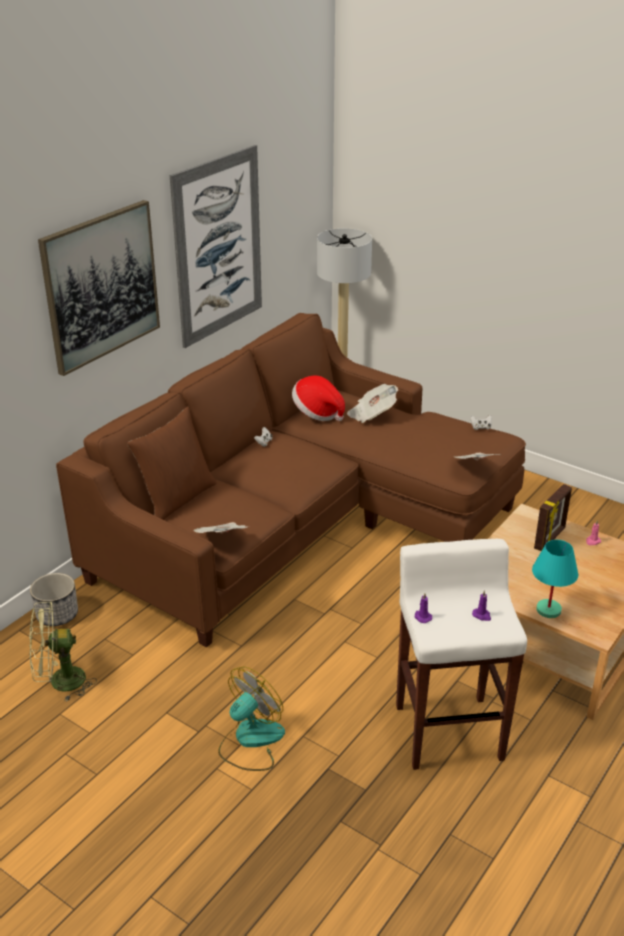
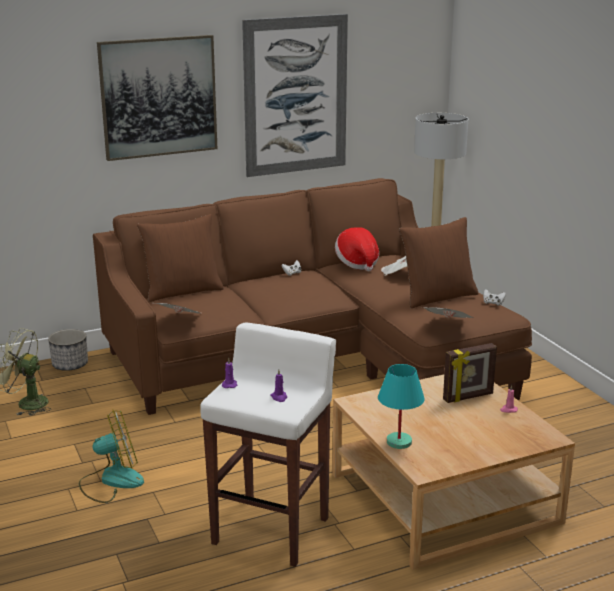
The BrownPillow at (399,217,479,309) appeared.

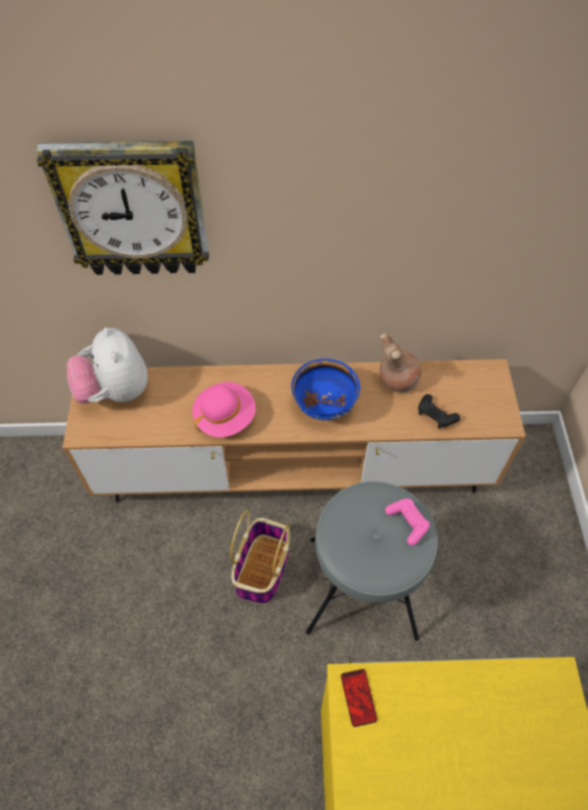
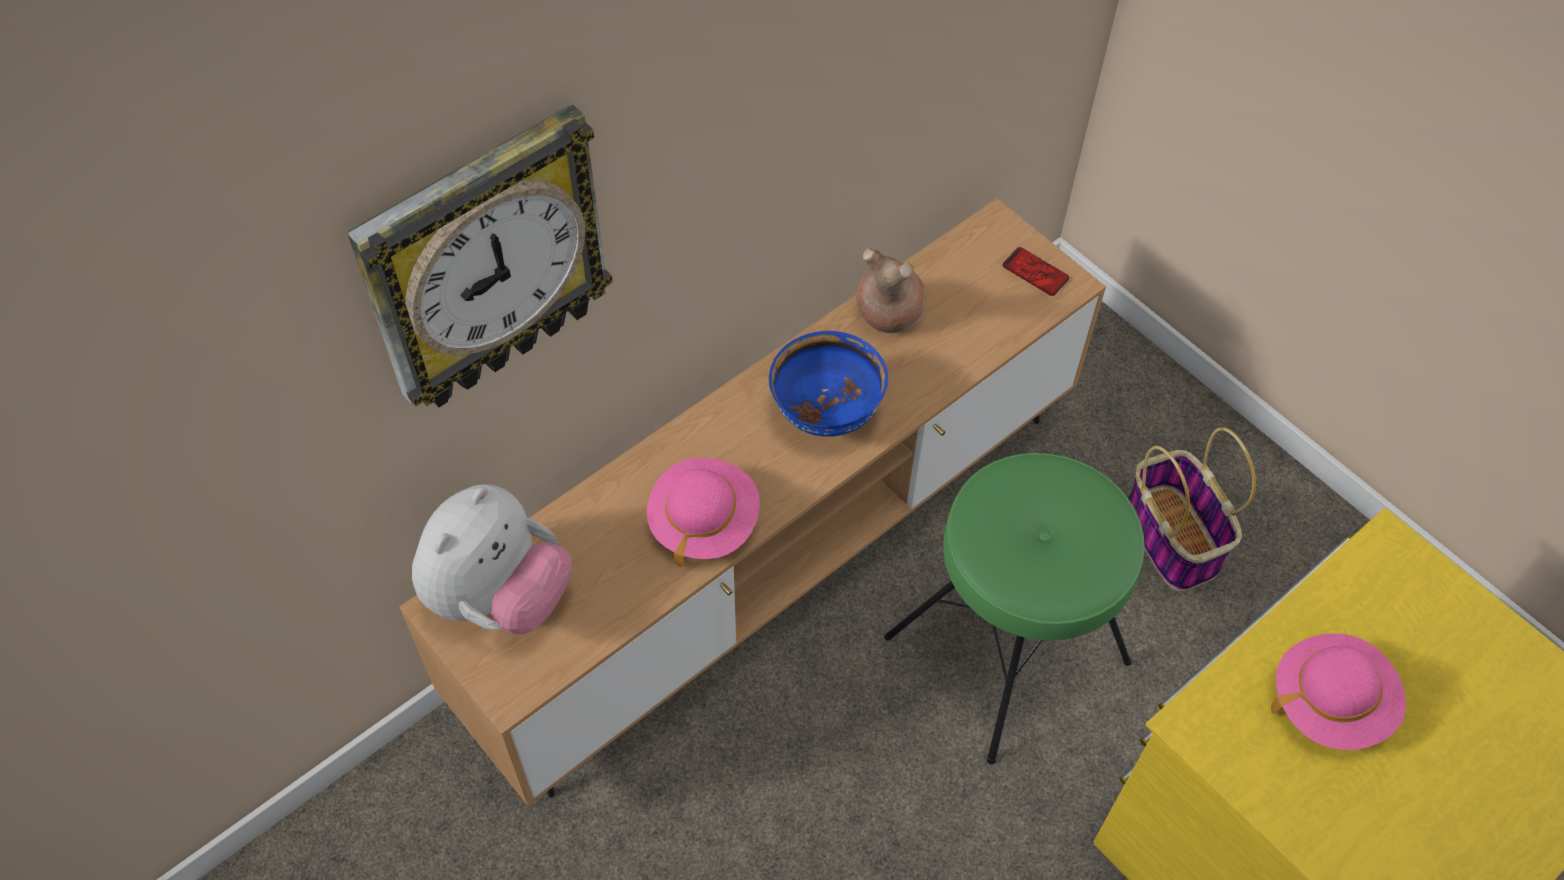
The PlushToy at (67,327,148,404) turned 90 degrees counterclockwise. The BlackGameController at (418,394,460,429) disappeared. The GreyStool at (306,481,438,641) became the GreenStool at (884,453,1145,764). The PinkGameController at (385,498,430,546) disappeared. The Basket moved from (230,510,290,604) to (1128,427,1256,591). The Phone moved from (341,669,377,727) to (1003,247,1069,296). The PinkHat at (1271,633,1406,750) appeared.

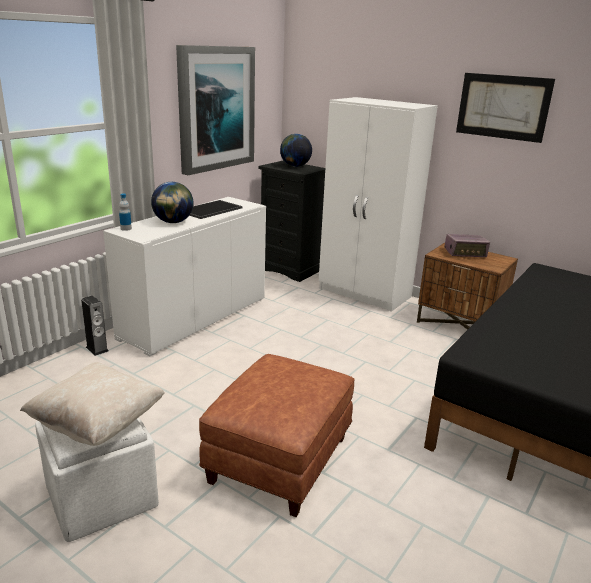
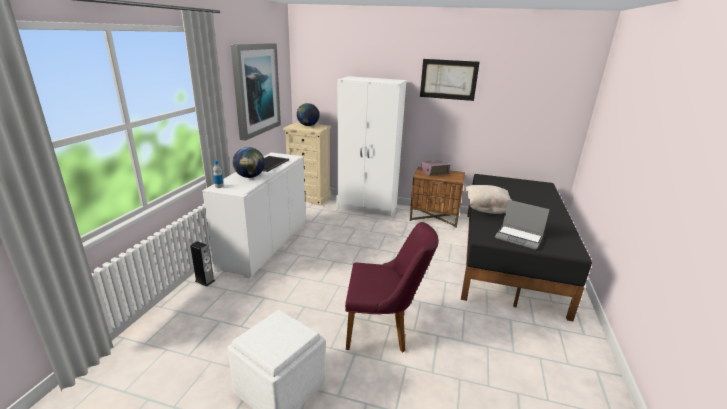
The BlackDresser at (259,160,325,282) became the BeigeDresser at (283,122,331,205). The BrownOttoman at (199,354,355,517) was replaced by the PurpleChair at (345,222,439,352). The BeigePillow moved from (20,362,165,446) to (465,185,511,214). The Laptop at (495,200,550,250) appeared.

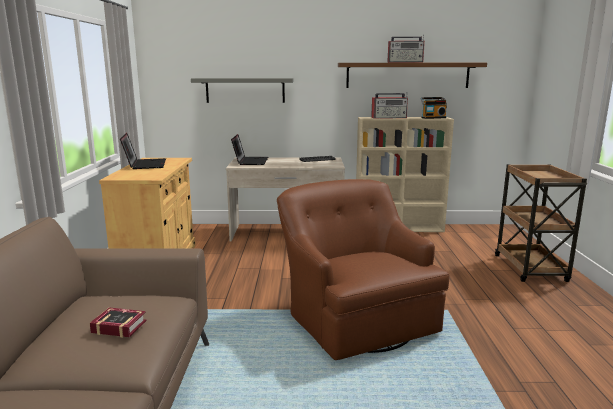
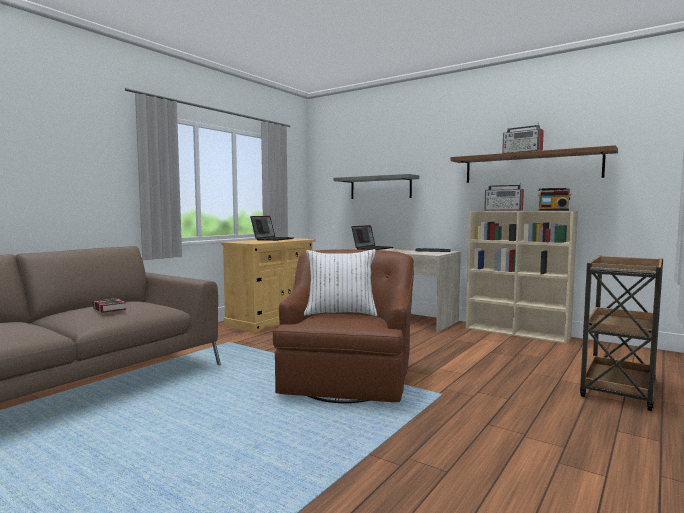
The WhitePillow at (304,249,377,316) appeared.

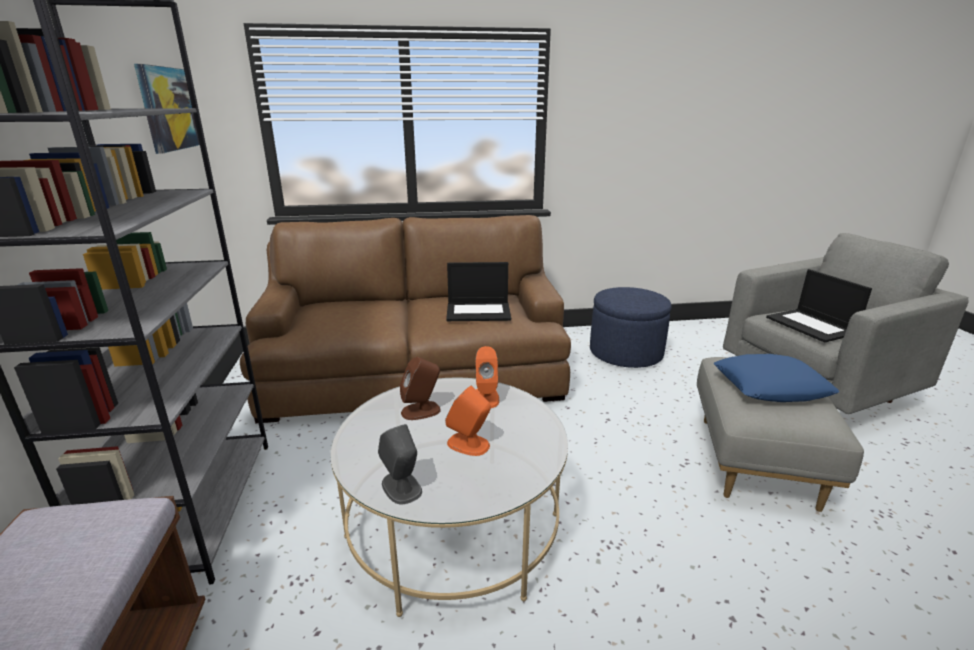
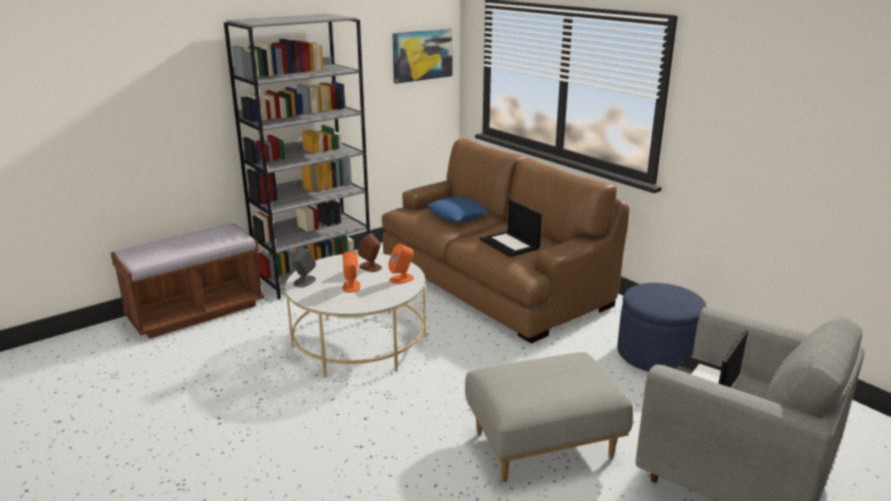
The BluePillow moved from (714,354,839,402) to (427,197,489,222).

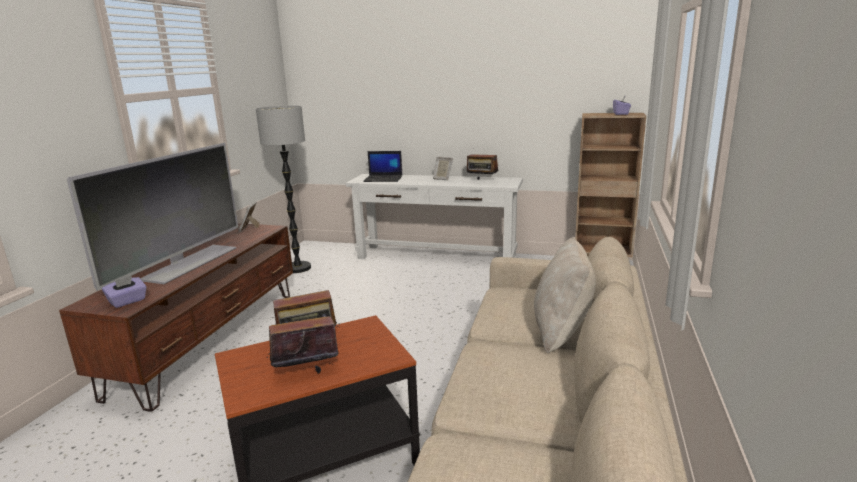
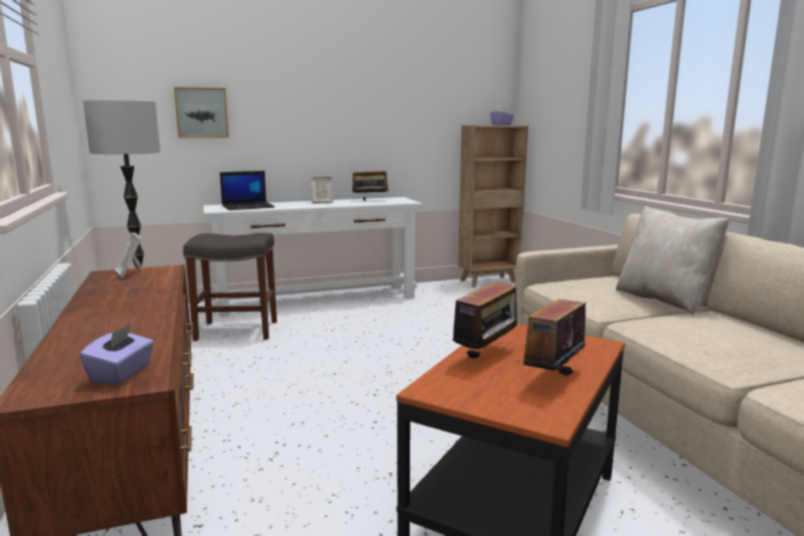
The Television at (67,143,238,291) disappeared. The Picture at (174,87,229,138) appeared. The GreyStool at (183,233,277,341) appeared.

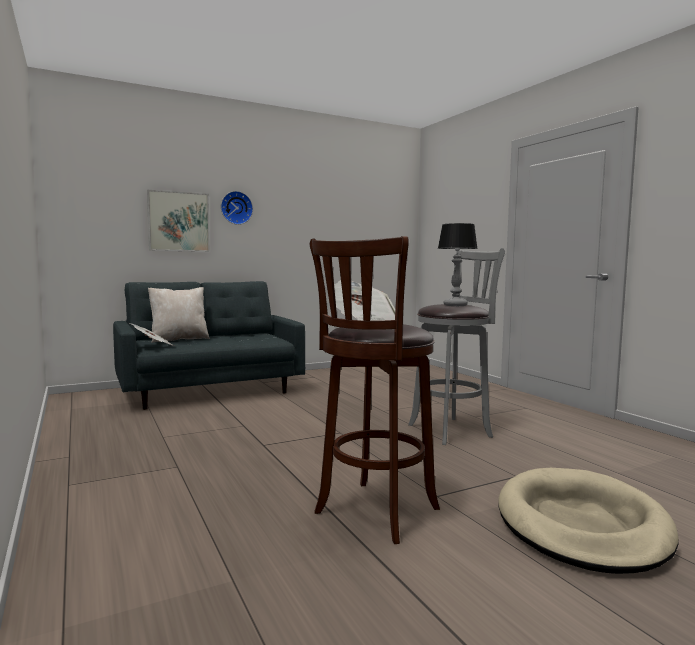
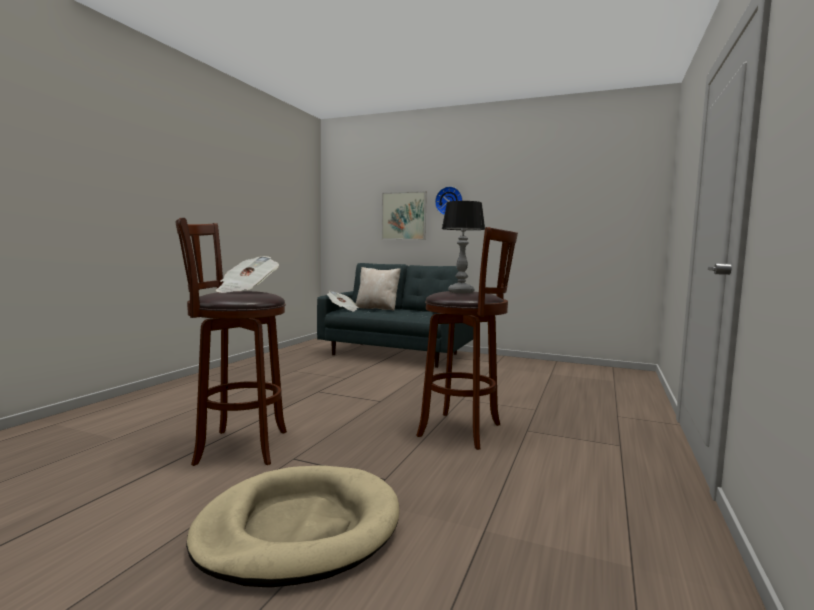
The GreyStool at (408,248,505,445) became the BrownStool at (416,227,518,450).

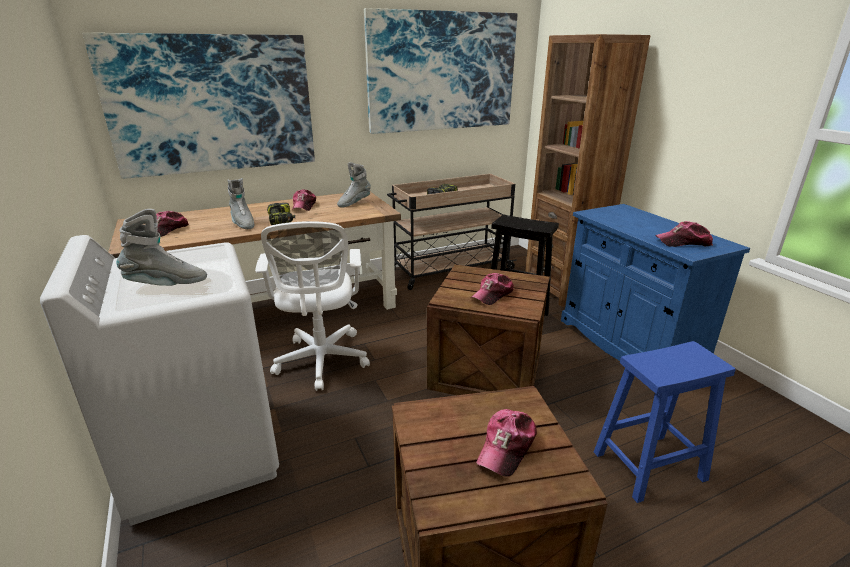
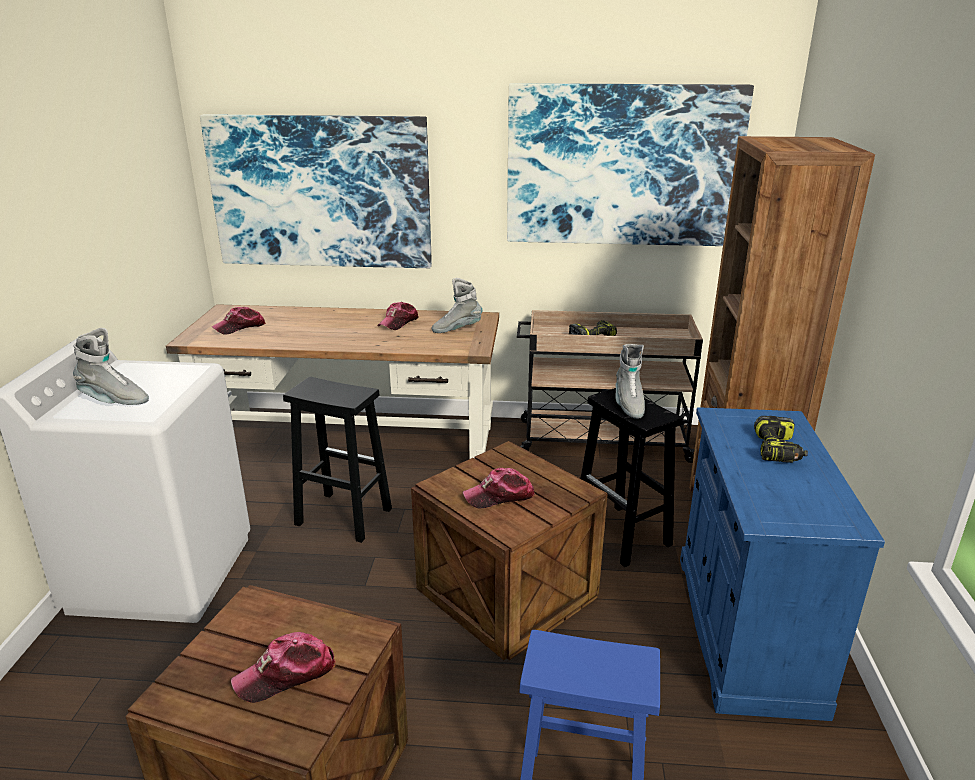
The GreyBoot moved from (227,178,254,229) to (615,344,645,419). The PowerDrill moved from (267,203,295,225) to (754,416,808,463). The WhiteOfficeChair at (255,221,370,391) was replaced by the BlackStool at (283,377,392,543). The Cap at (655,221,713,247) disappeared.

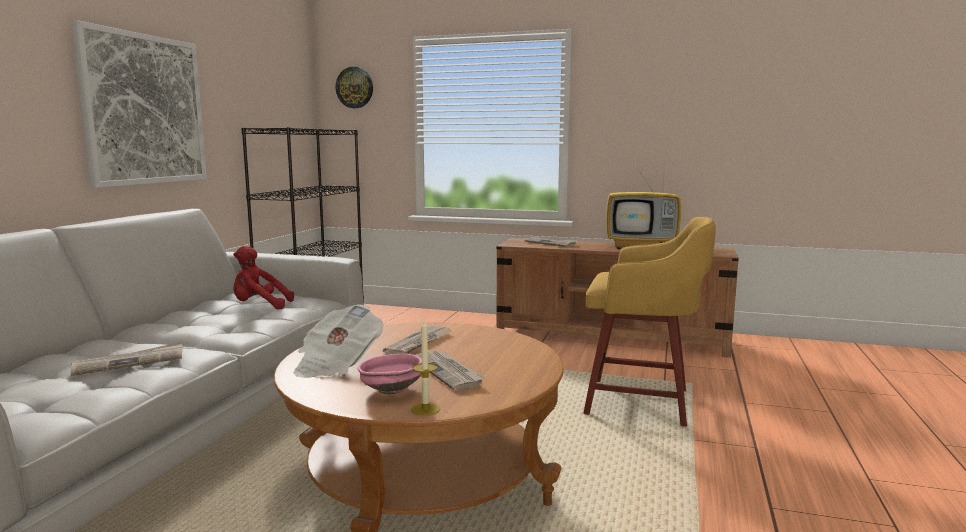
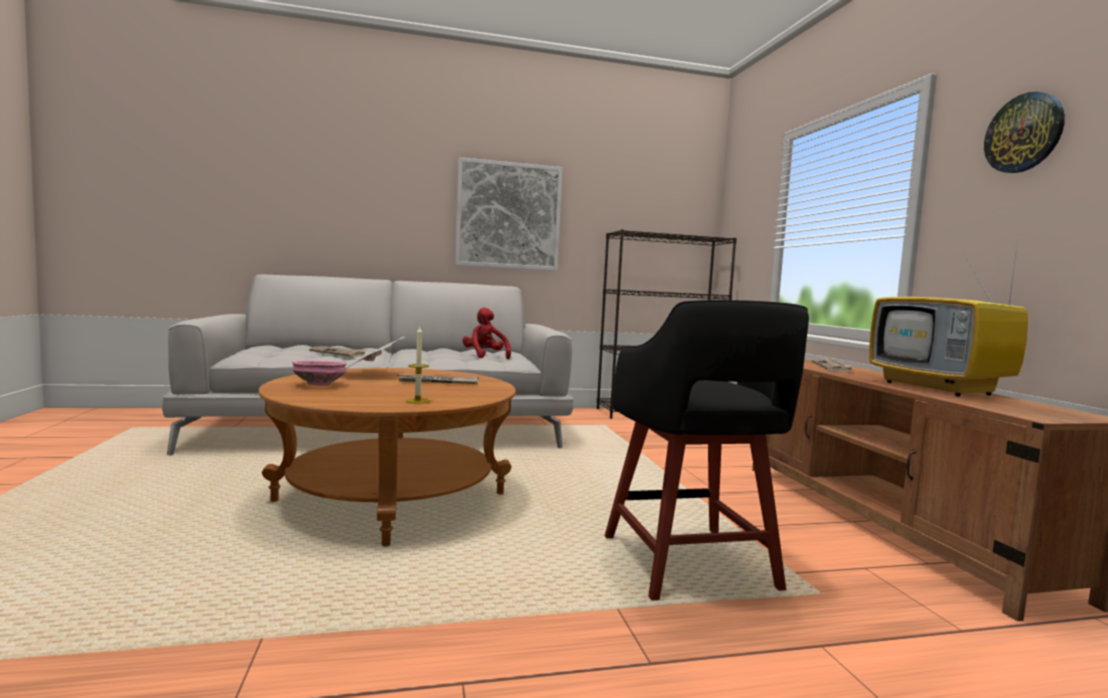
The WallClock moved from (336,67,373,108) to (984,92,1065,173). The YellowStool at (583,217,716,427) became the BlackStool at (605,300,809,600). The Candle moved from (411,320,440,416) to (406,327,430,403). The Newspaper at (416,351,485,391) disappeared.

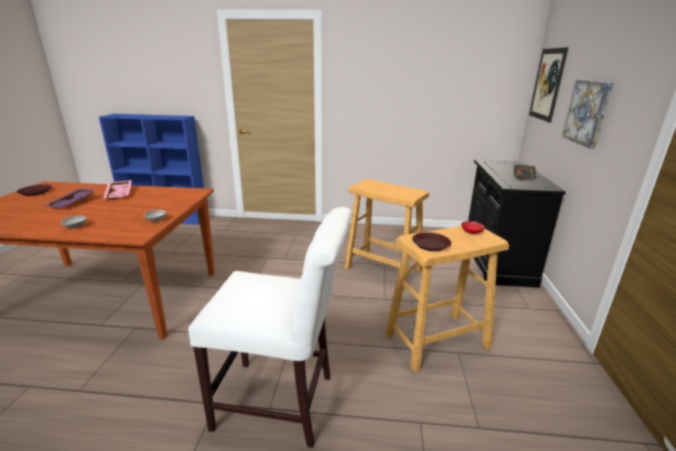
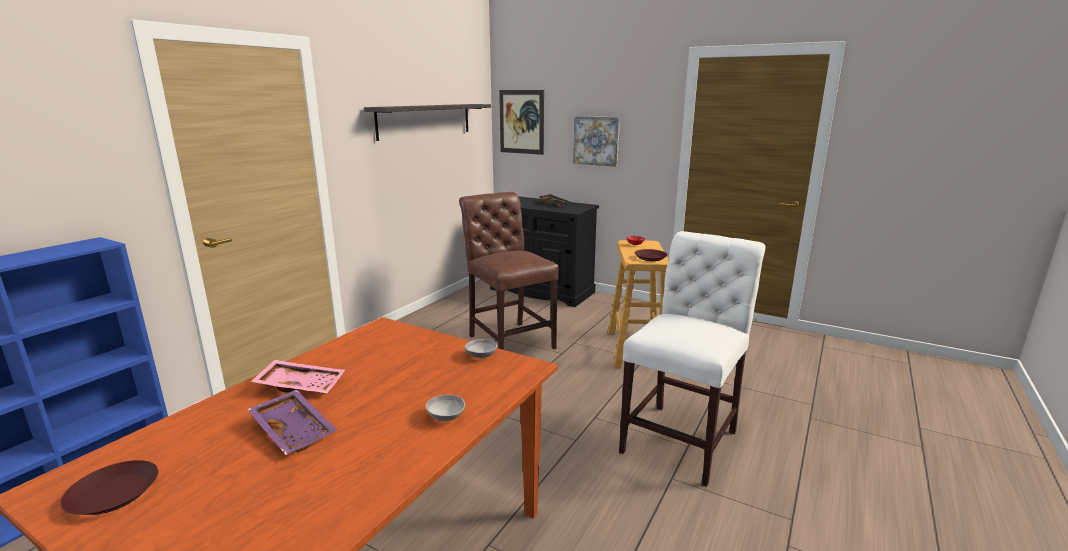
The BeigeStool at (345,179,429,290) was replaced by the BrownChair at (459,192,559,350). The Shelf at (364,104,491,141) appeared.

